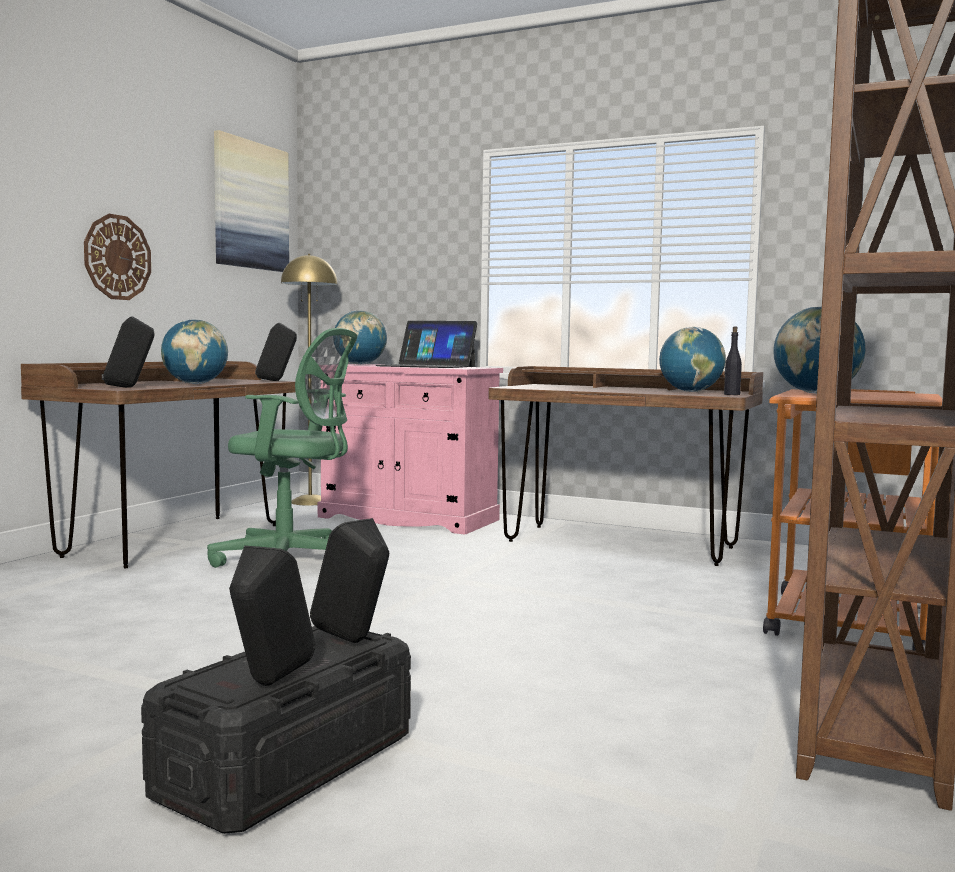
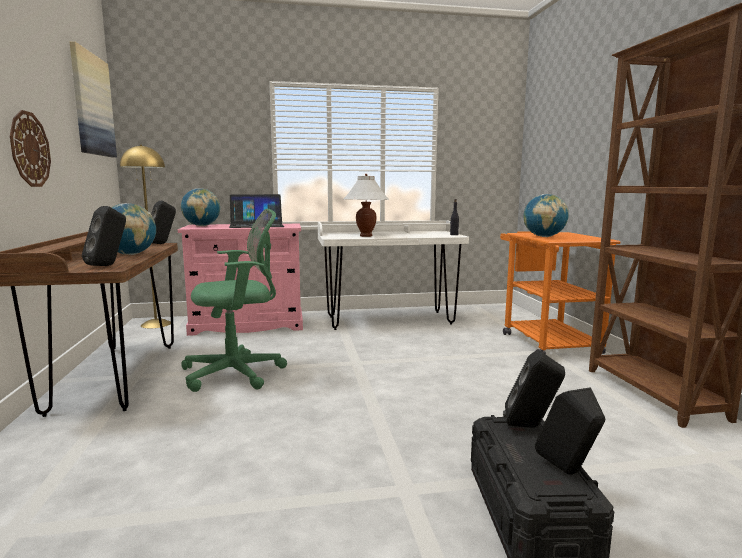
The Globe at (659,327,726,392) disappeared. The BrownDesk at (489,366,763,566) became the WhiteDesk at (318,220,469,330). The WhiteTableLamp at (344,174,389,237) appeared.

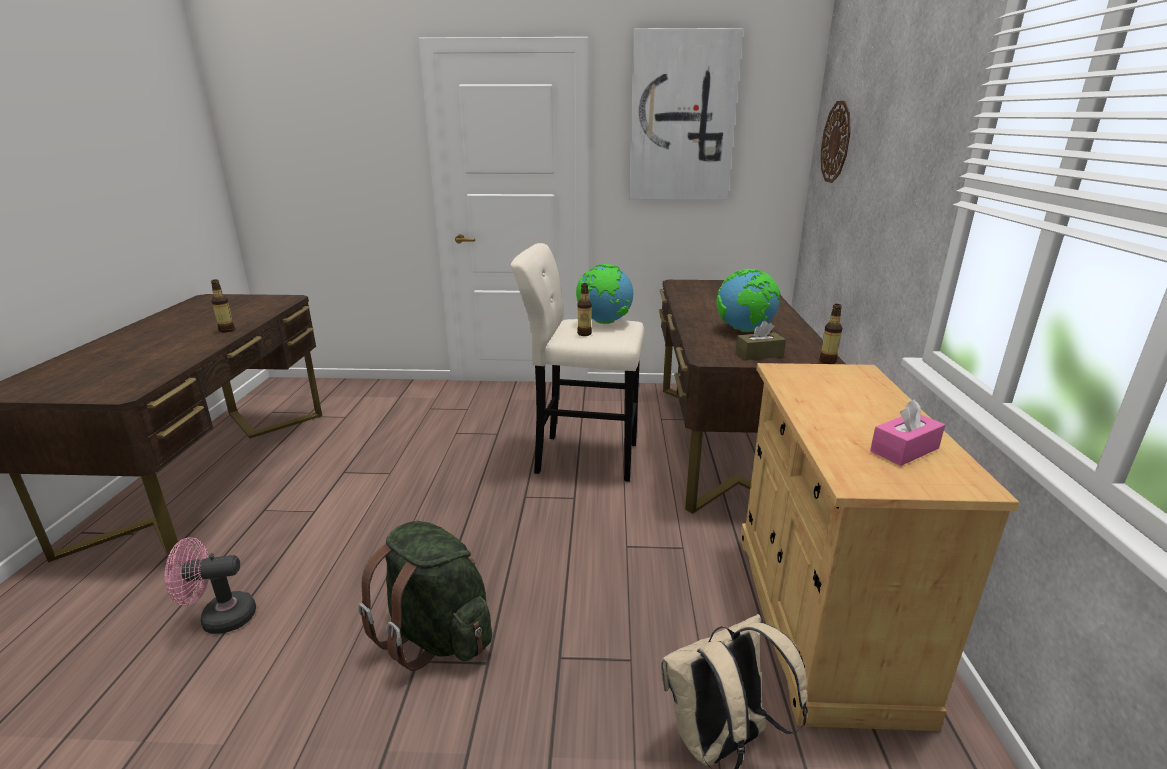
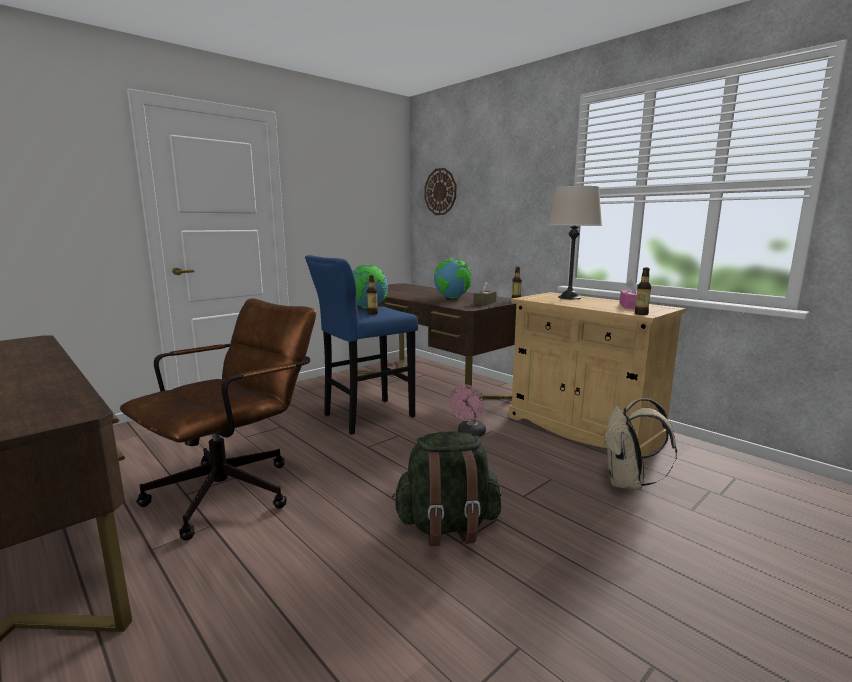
The Picture at (629,28,743,200) disappeared. The BeigeStool at (511,243,644,482) became the BlueStool at (305,255,418,435). The Bottle moved from (211,279,235,333) to (635,268,651,315). The PinkFan moved from (165,537,256,634) to (449,384,486,437). The BeigeTableLamp at (548,186,602,299) appeared. The BrownOfficeChair at (120,298,316,541) appeared.

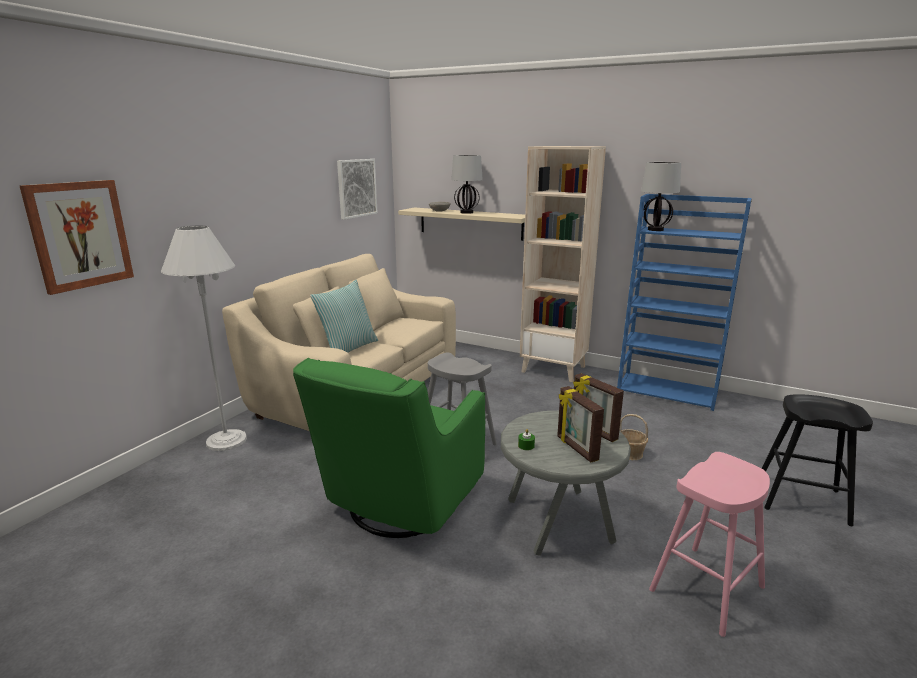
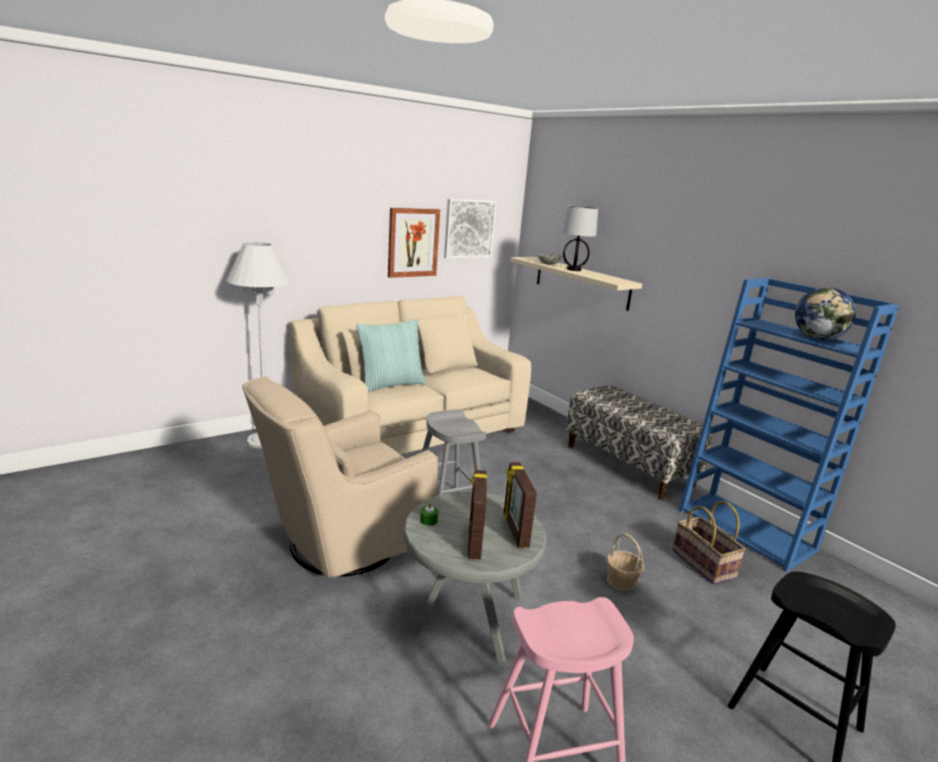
The BeigeBookcase at (520,146,606,382) was replaced by the Bench at (566,385,713,500). The TableLamp at (641,162,681,231) disappeared. The Picture moved from (20,180,134,295) to (388,208,440,278). The GreenArmchair at (293,358,485,538) became the BeigeArmchair at (242,376,438,577). The Globe at (795,287,856,340) appeared. The Basket at (672,501,746,584) appeared.

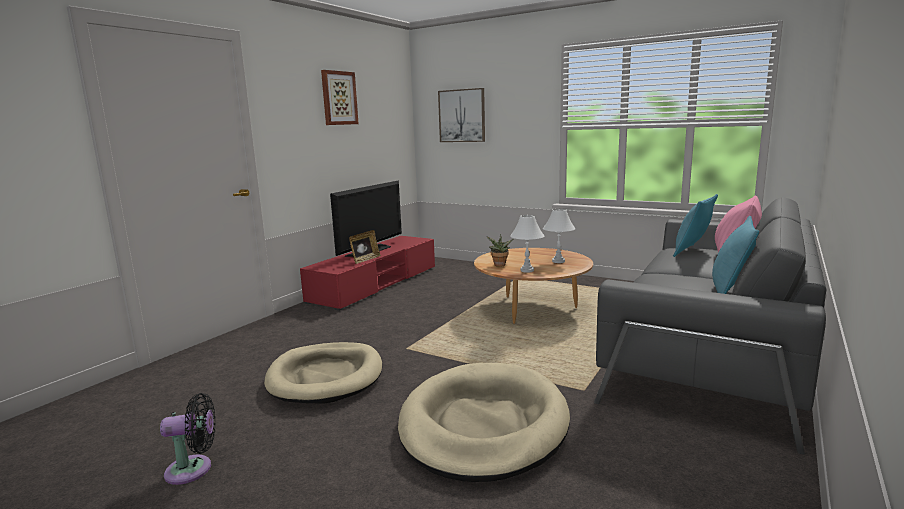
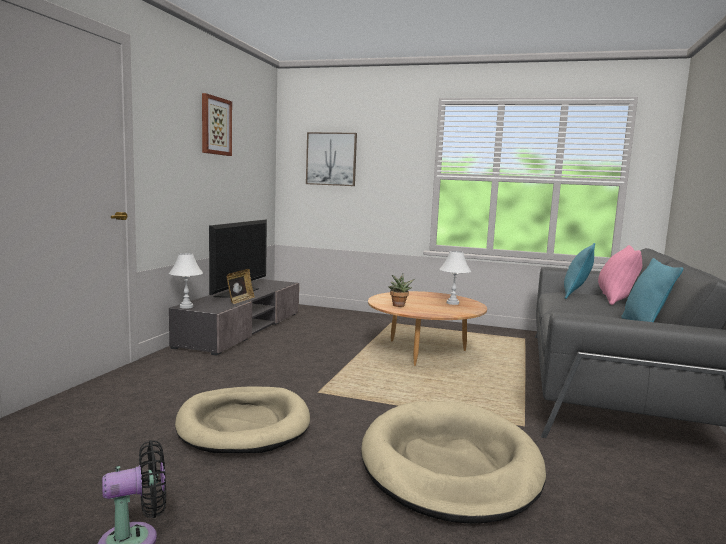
The WhiteTableLamp moved from (510,215,544,273) to (169,253,203,309). The RedTvStand at (300,236,435,311) became the GreyTvStand at (169,279,299,356).

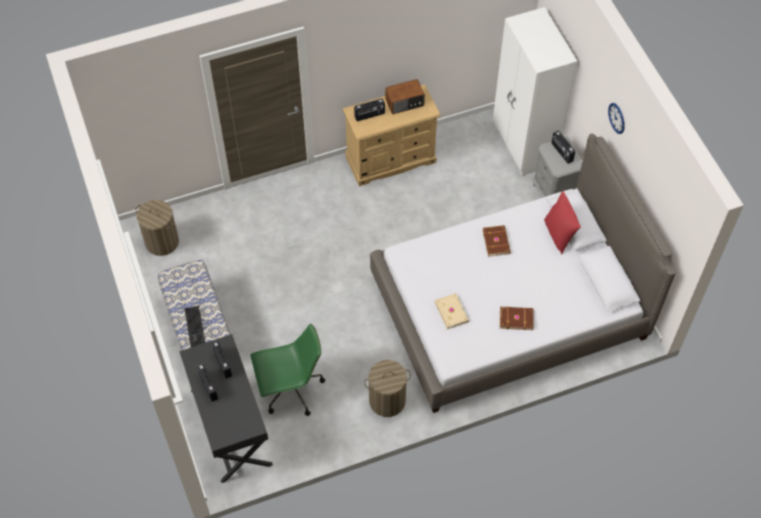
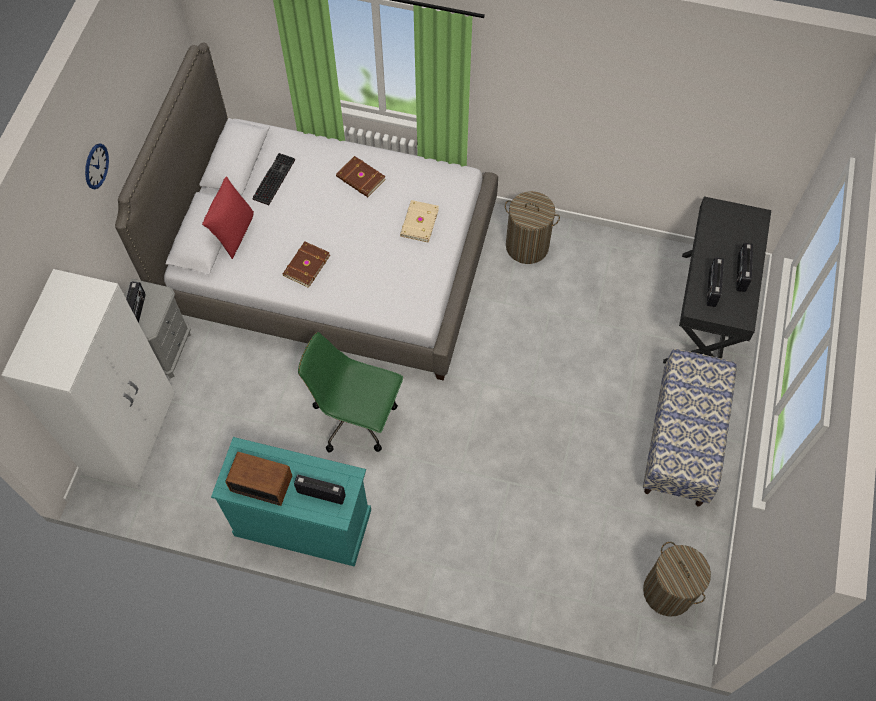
The BeigeDresser at (343,84,440,186) became the TurquoiseDresser at (211,437,371,567). The Keyboard moved from (185,306,205,347) to (252,153,295,205). The GreenOfficeChair moved from (250,324,325,416) to (298,332,403,453).

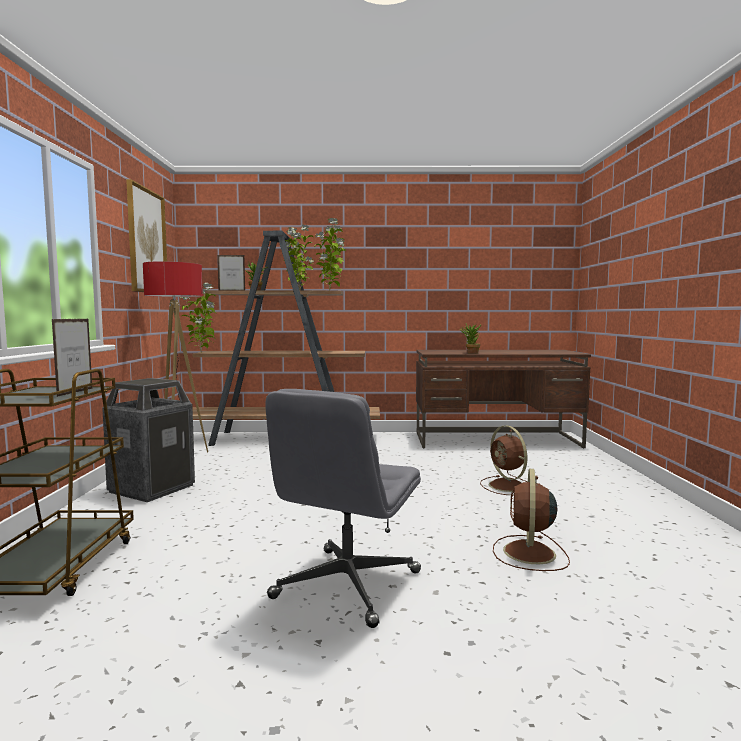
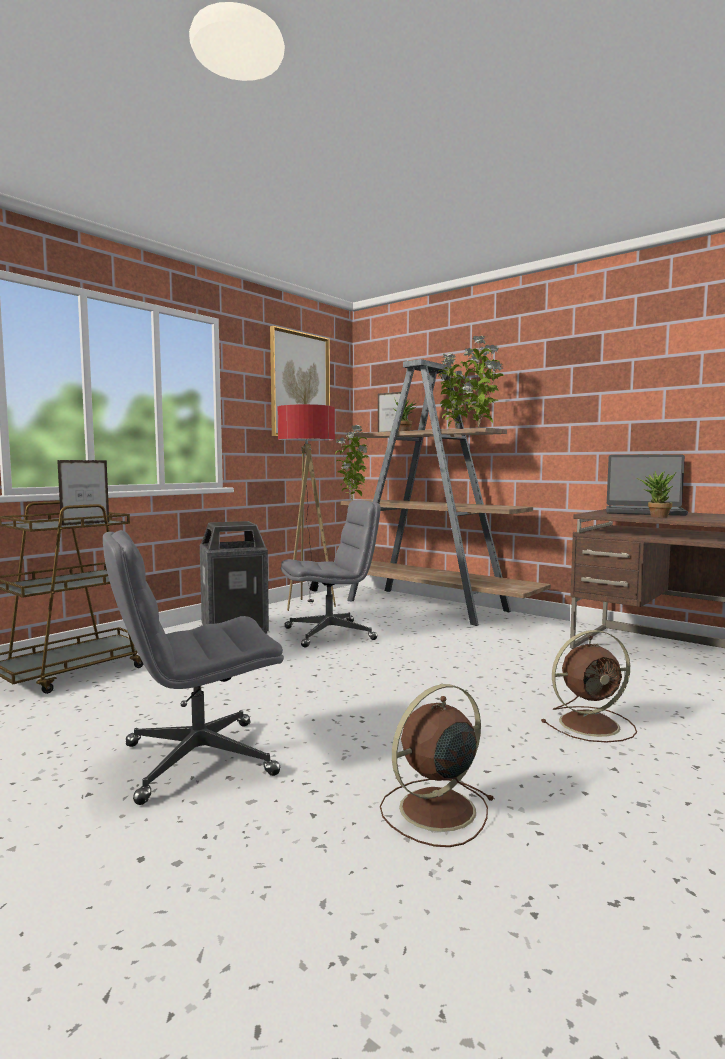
The BrownFan at (480,426,527,495) turned 120 degrees counterclockwise. The Laptop at (606,454,688,516) appeared. The GreyOfficeChair at (281,500,381,648) appeared.

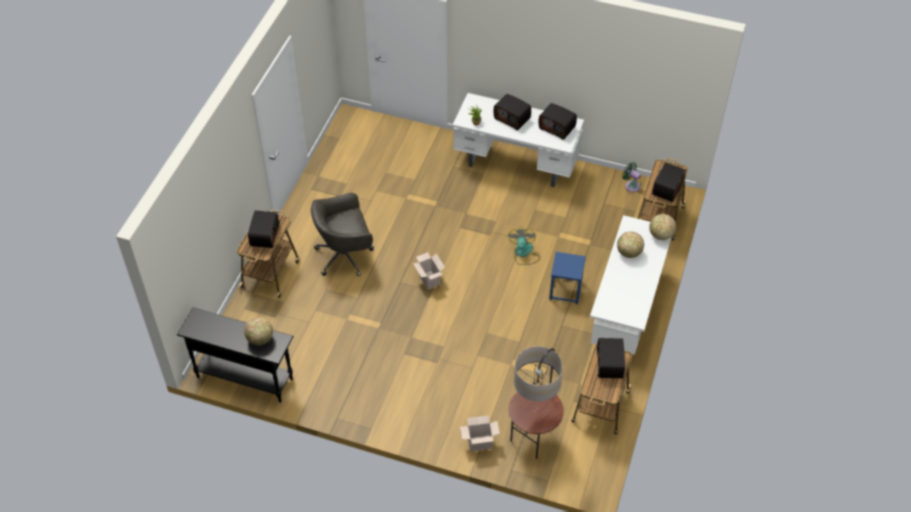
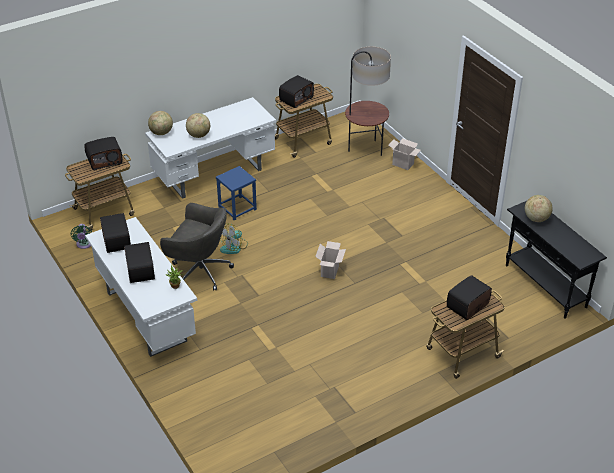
The GreyOfficeChair moved from (311,193,374,276) to (160,203,234,291).

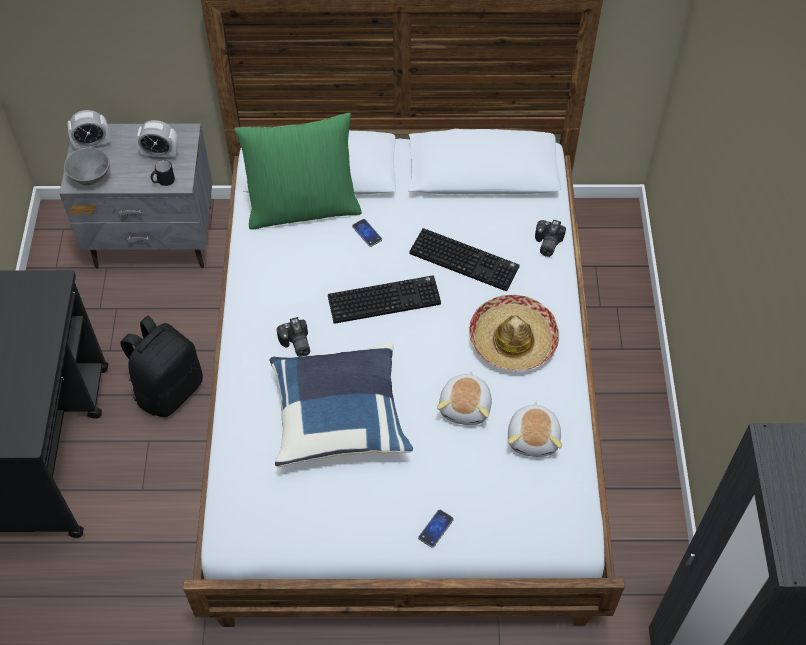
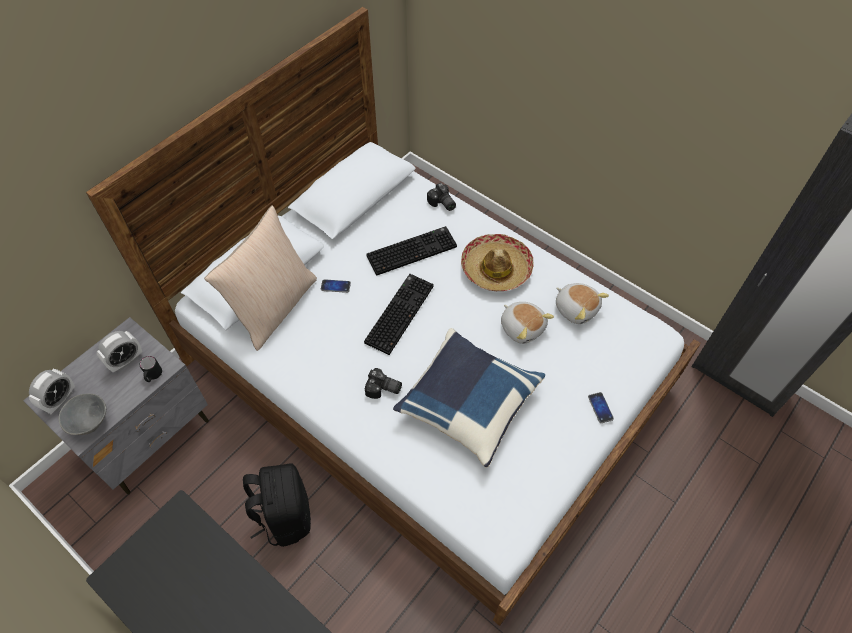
The GreenPillow at (234,113,362,230) became the BeigePillow at (204,205,317,351).

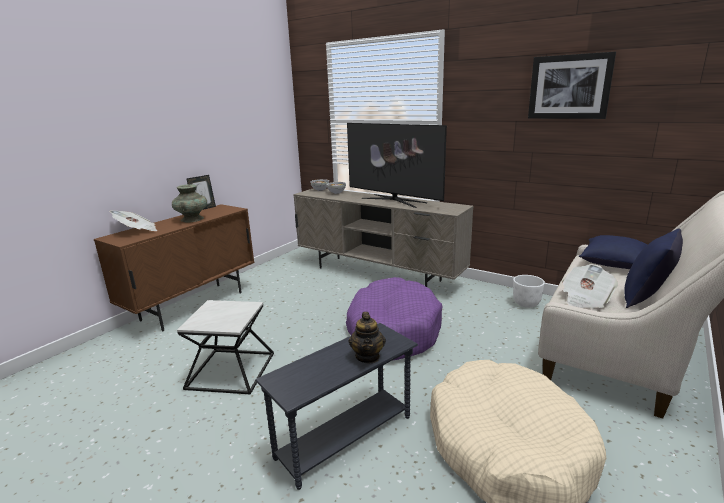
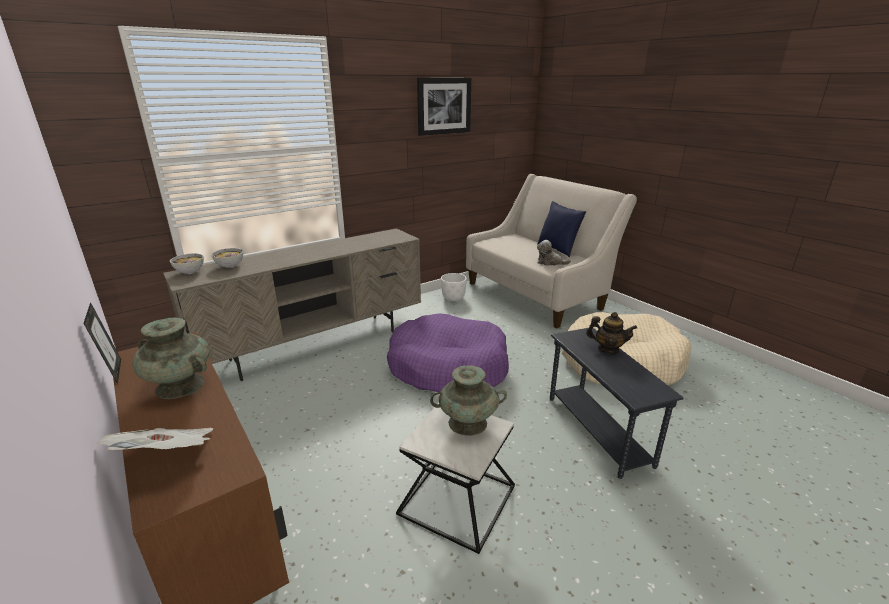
The Television at (347,123,447,208) disappeared. The BluePillow at (579,235,648,269) disappeared. The Newspaper at (562,264,618,309) was replaced by the PlushToy at (537,240,571,266). The TurquoiseVase at (430,366,507,436) appeared.

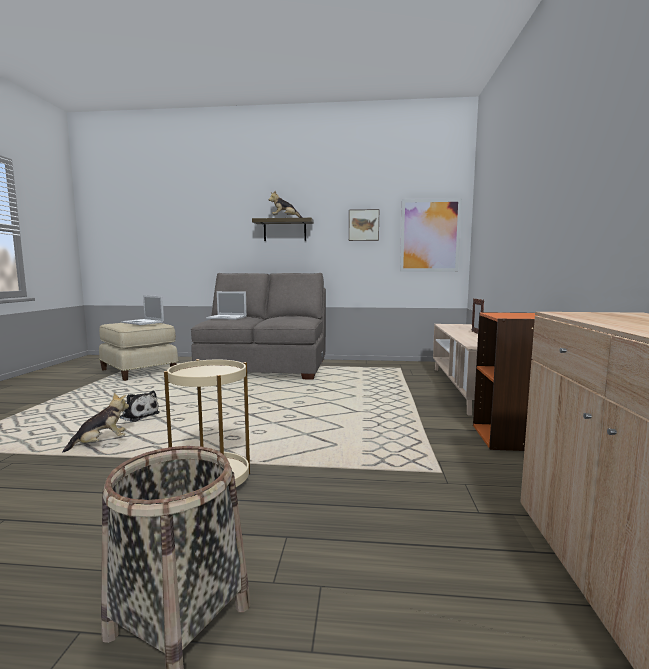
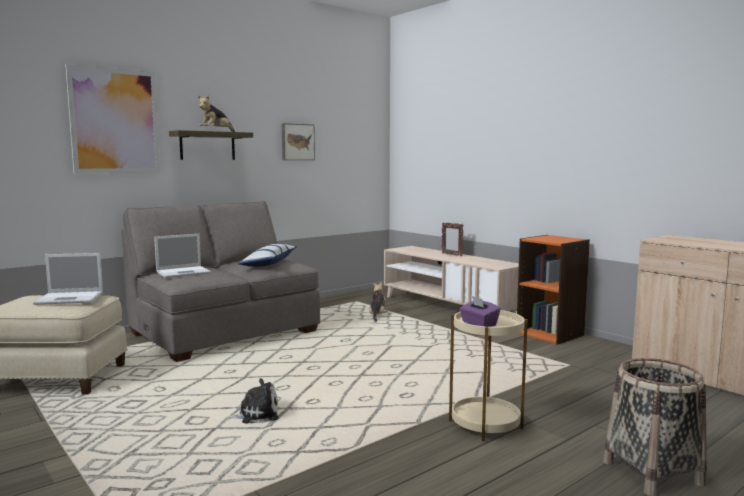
The Picture moved from (400,198,462,271) to (65,64,160,174). The PlushToy moved from (62,393,129,453) to (369,282,388,322). The Pillow at (238,244,296,267) appeared. The PurpleTissueBox at (459,296,500,327) appeared.

